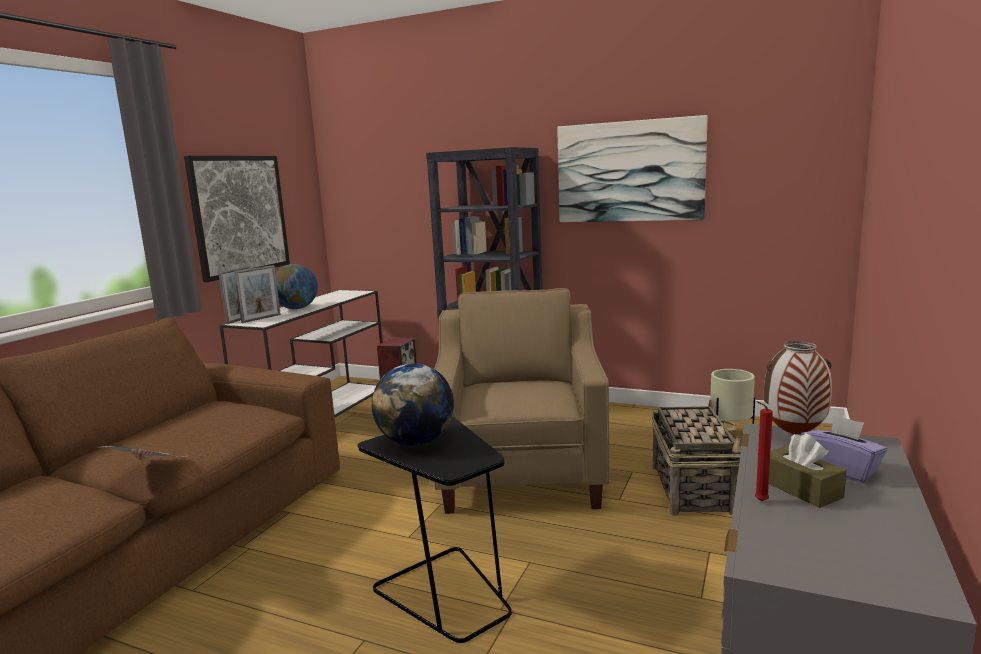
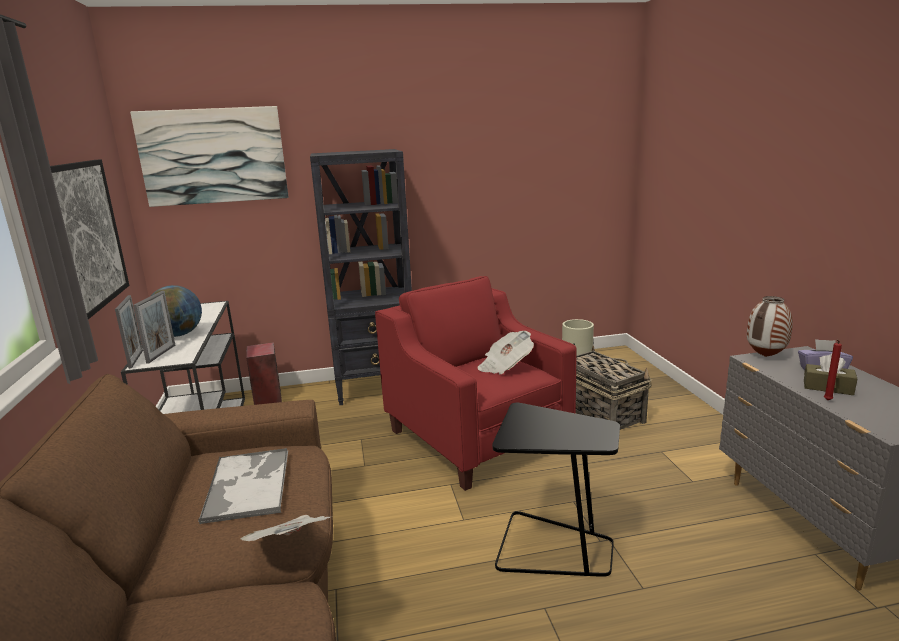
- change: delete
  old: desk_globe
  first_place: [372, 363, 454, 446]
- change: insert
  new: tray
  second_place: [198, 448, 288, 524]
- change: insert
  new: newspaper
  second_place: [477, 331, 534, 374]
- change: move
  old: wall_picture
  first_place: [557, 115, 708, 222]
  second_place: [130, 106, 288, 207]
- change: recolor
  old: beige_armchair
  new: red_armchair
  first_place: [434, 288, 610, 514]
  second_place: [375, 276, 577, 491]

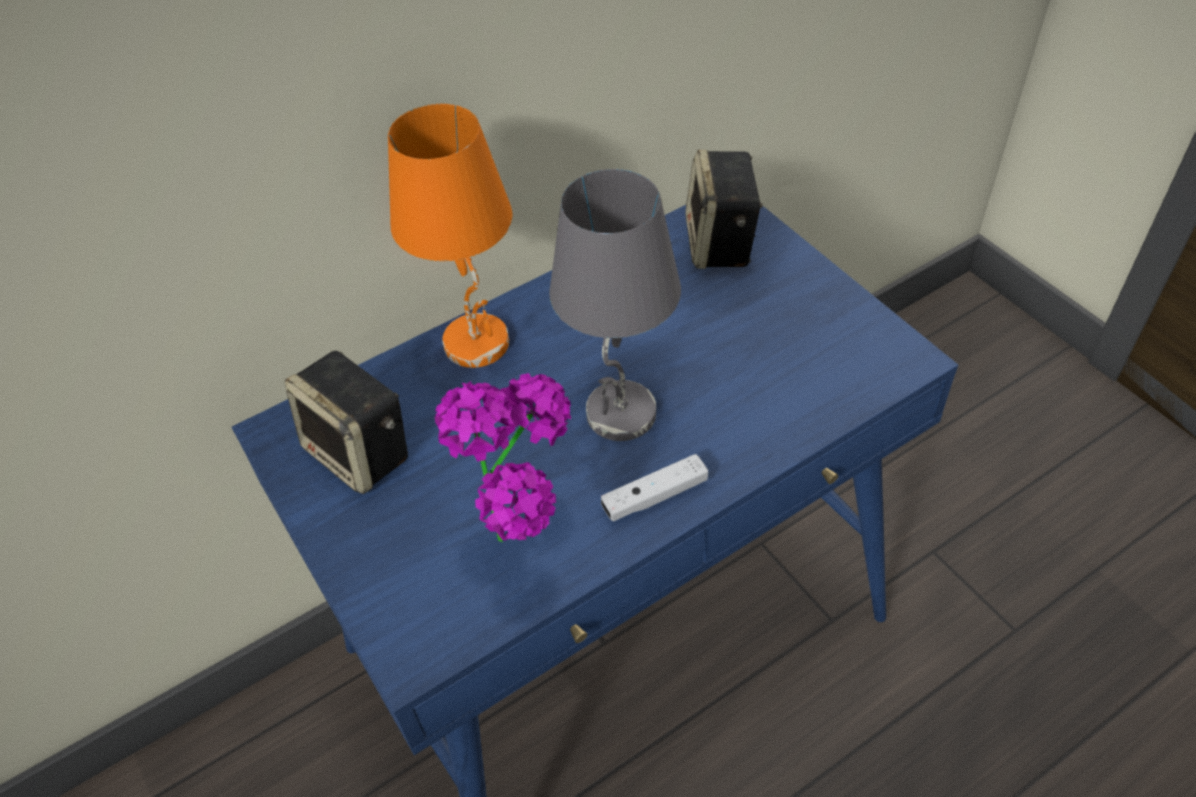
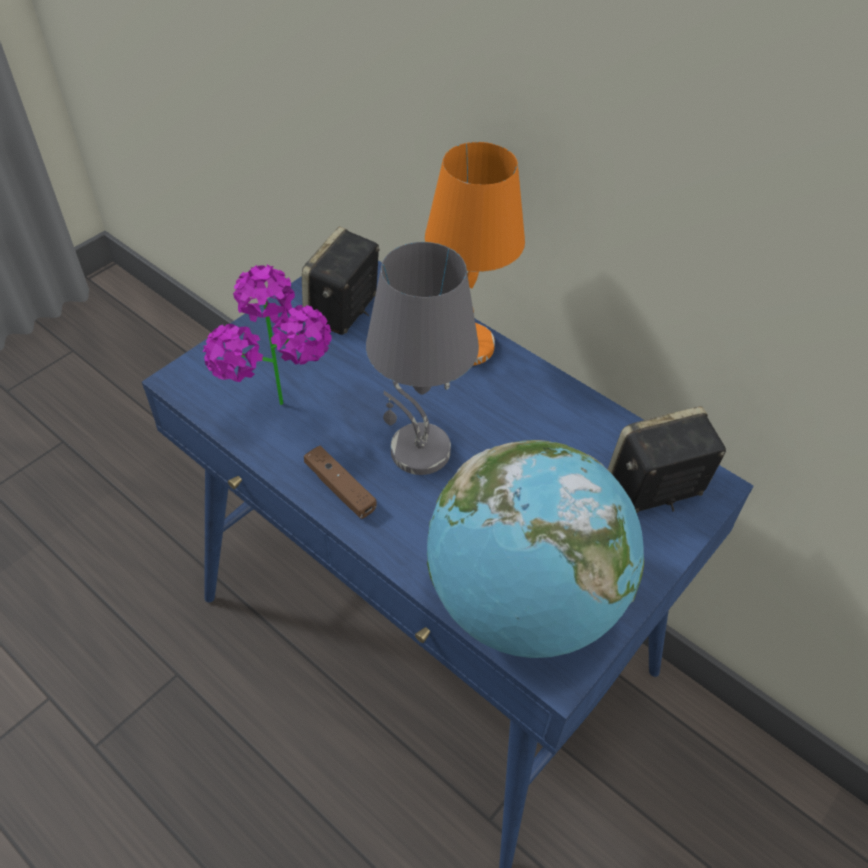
- change: insert
  new: desk_globe
  second_place: [427, 440, 644, 658]
- change: recolor
  old: whitish_joypad
  new: brown-coloured_joypad
  first_place: [601, 454, 708, 522]
  second_place: [304, 446, 376, 519]

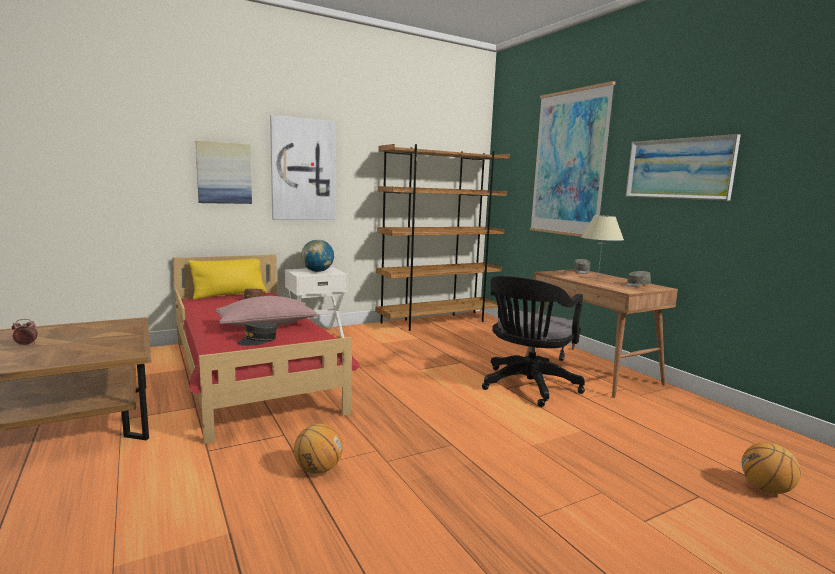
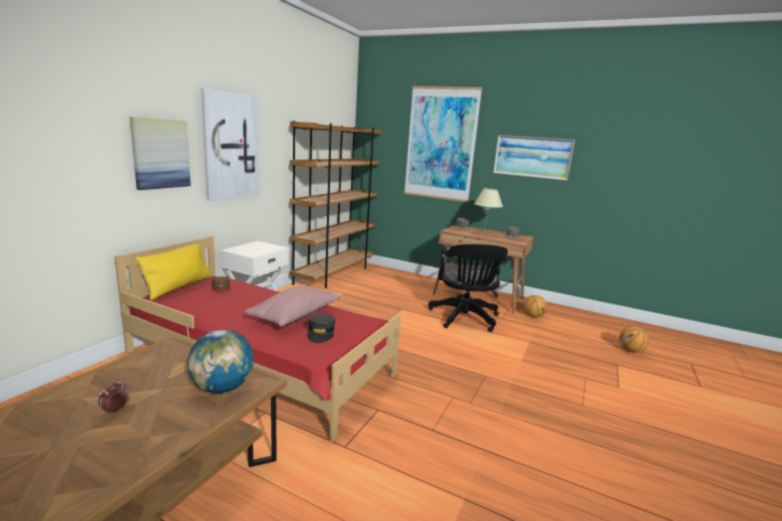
- change: move
  old: basketball_ball
  first_place: [294, 424, 343, 474]
  second_place: [523, 295, 547, 318]
- change: move
  old: desk_globe
  first_place: [301, 240, 334, 272]
  second_place: [187, 330, 254, 393]

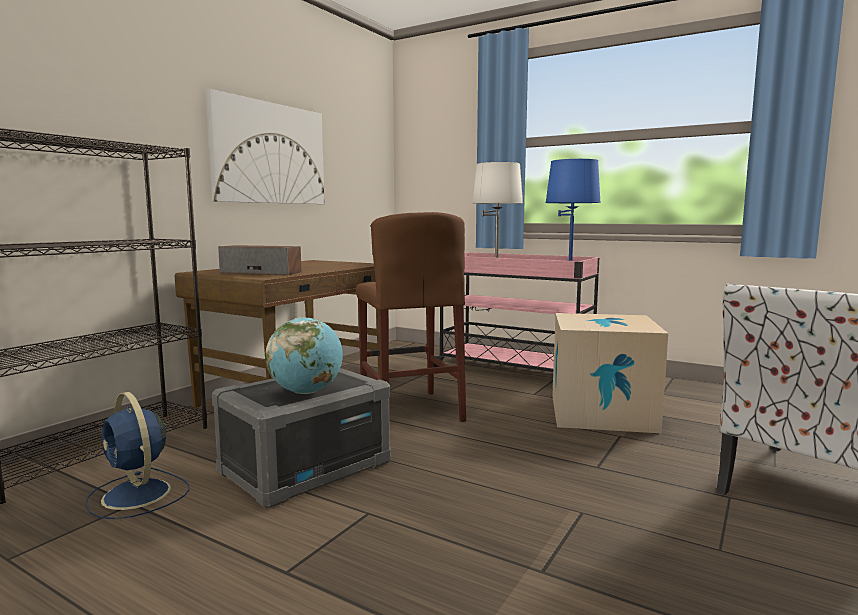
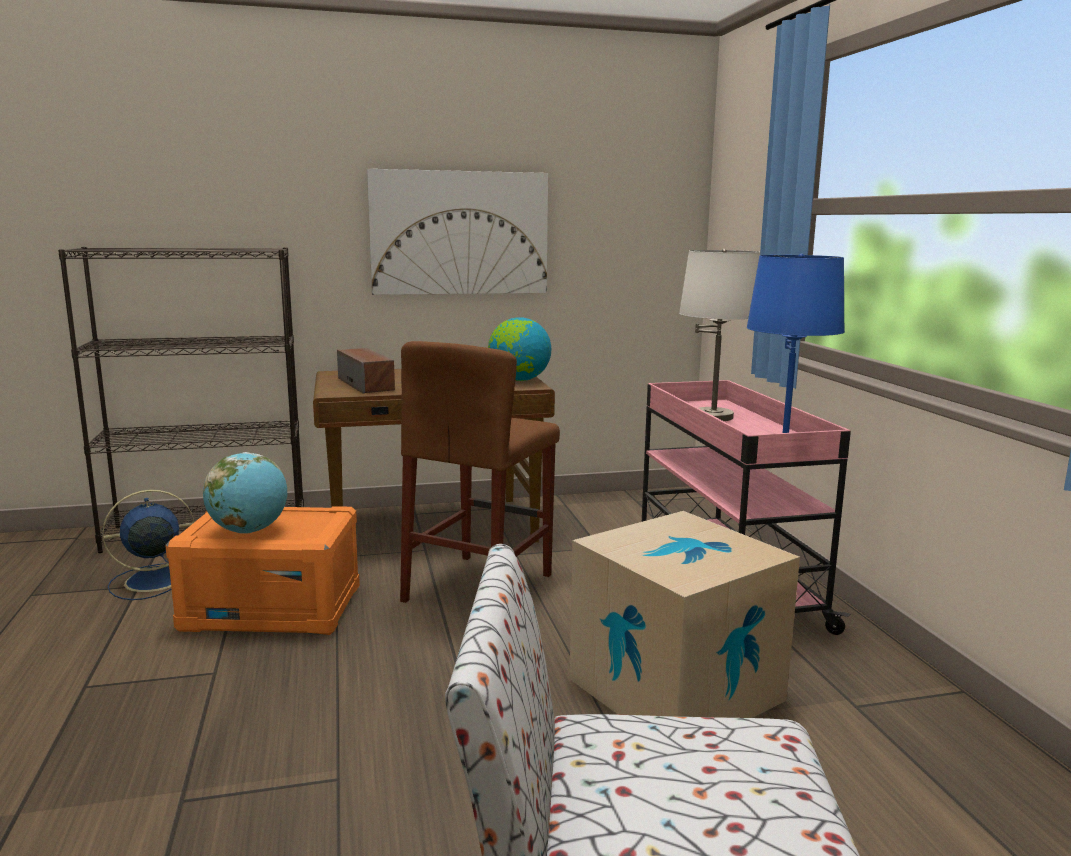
- change: insert
  new: desk_globe
  second_place: [488, 317, 552, 381]
- change: recolor
  old: greyish_storage_bin
  new: orange_storage_bin
  first_place: [212, 367, 391, 509]
  second_place: [165, 506, 360, 635]
- change: rotate
  old: bluish_electric_fan
  first_place: [85, 392, 190, 519]
  second_place: [102, 489, 195, 600]
  degrees: 60

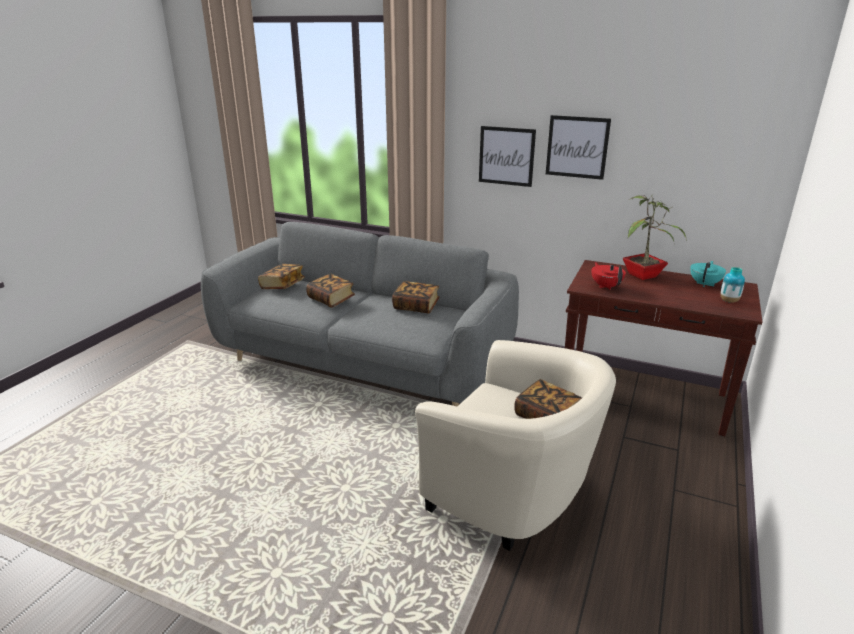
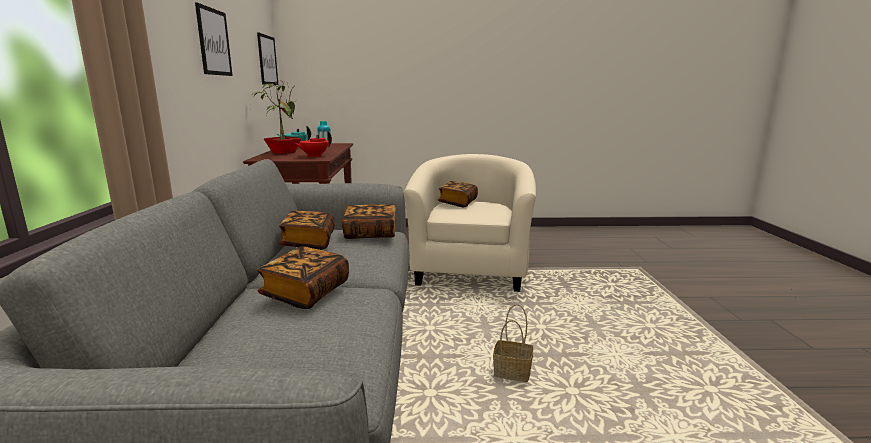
- change: insert
  new: basket
  second_place: [493, 304, 533, 382]
- change: move
  old: book
  first_place: [258, 264, 305, 289]
  second_place: [342, 204, 396, 239]
- change: move
  old: wall_picture
  first_place: [479, 126, 536, 187]
  second_place: [257, 33, 278, 85]

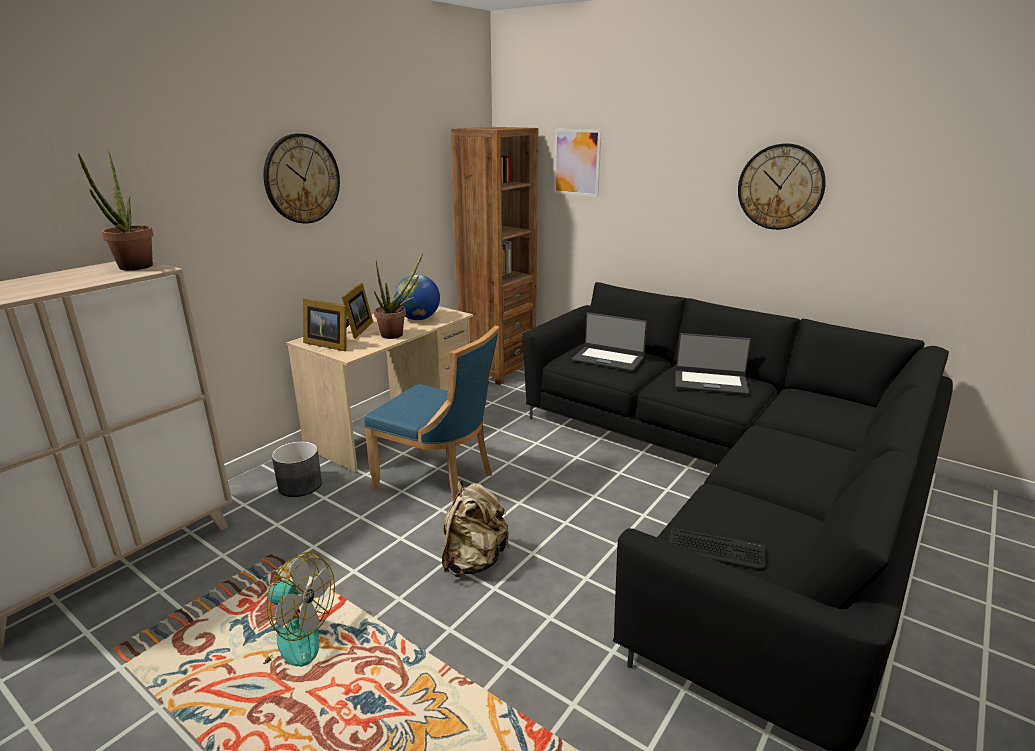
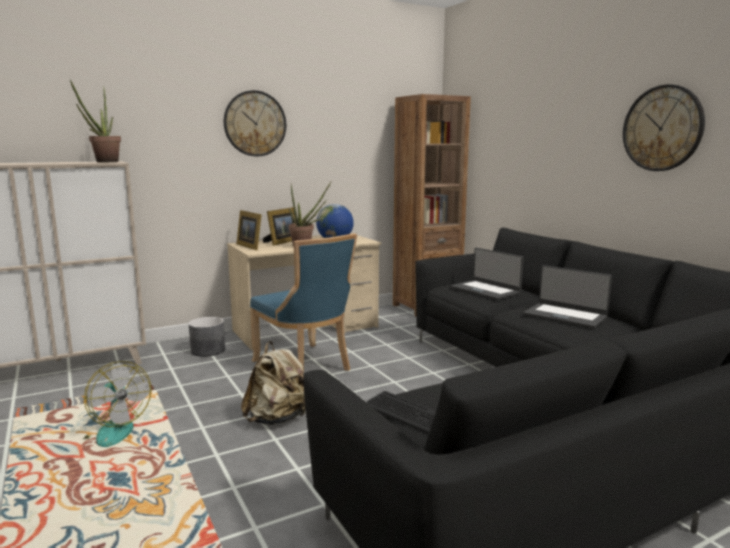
- change: delete
  old: wall_picture
  first_place: [553, 128, 602, 197]

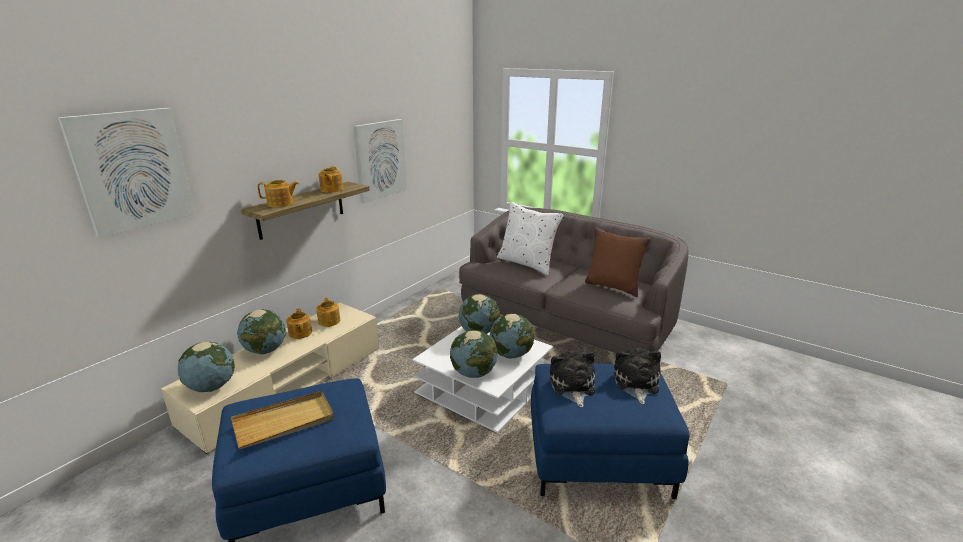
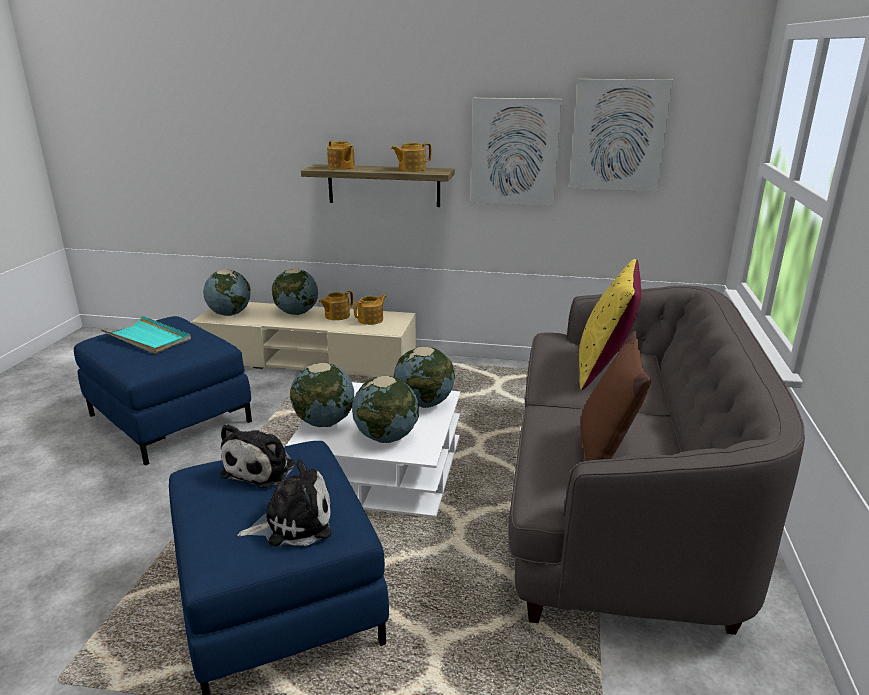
- change: move
  old: wall_picture
  first_place: [58, 108, 196, 237]
  second_place: [569, 79, 673, 191]
- change: recolor
  old: beige_tray
  new: blue-green_tray
  first_place: [231, 391, 334, 450]
  second_place: [101, 315, 191, 354]
- change: recolor
  old: whitish_throw_pillow
  new: yellowish_throw_pillow
  first_place: [497, 202, 564, 275]
  second_place: [579, 259, 641, 390]
- change: rotate
  old: cuddly_toy
  first_place: [550, 351, 595, 407]
  second_place: [220, 424, 295, 488]
  degrees: 135

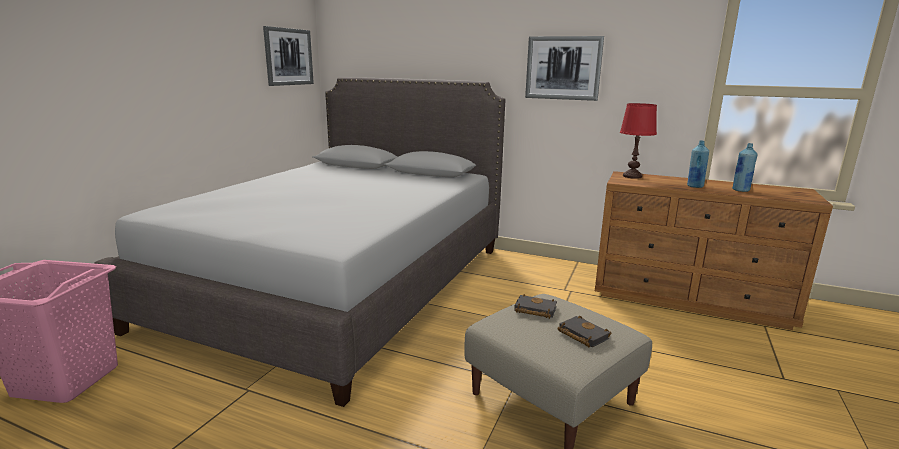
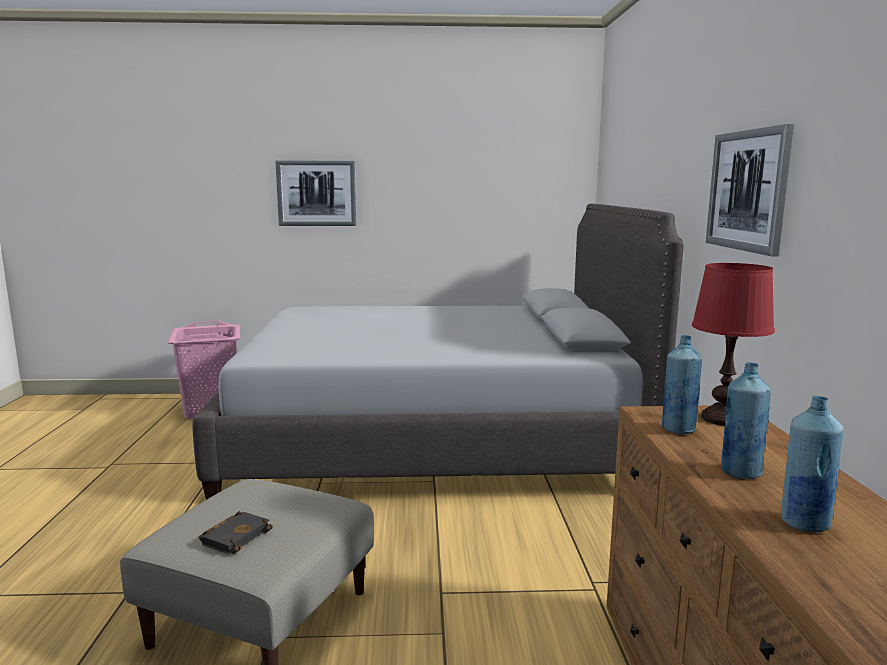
- change: delete
  old: blackish_book
  first_place: [514, 294, 557, 319]
- change: insert
  new: bluish_drink_bottle
  second_place: [662, 335, 702, 434]
- change: move
  old: wall_picture
  first_place: [263, 26, 314, 86]
  second_place: [275, 160, 356, 226]

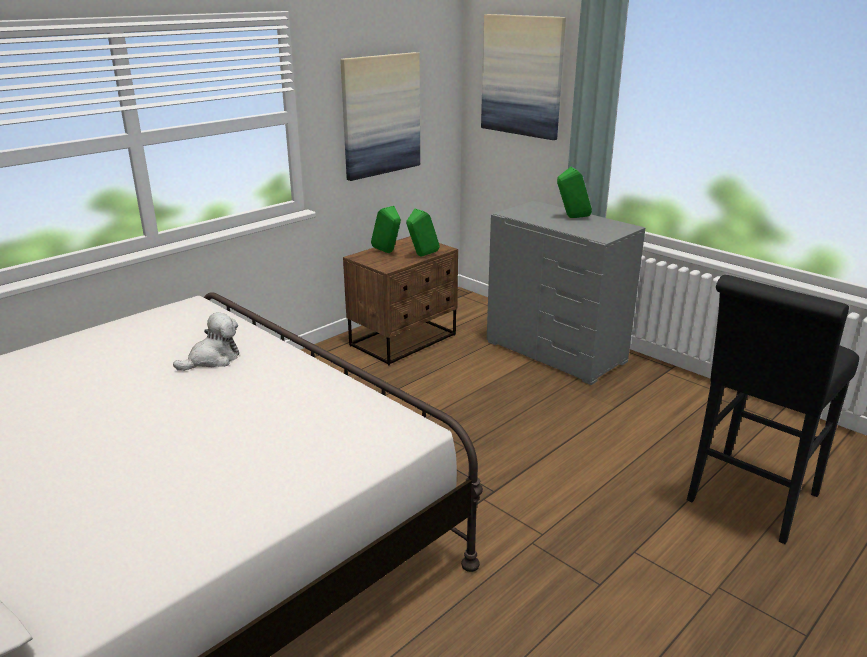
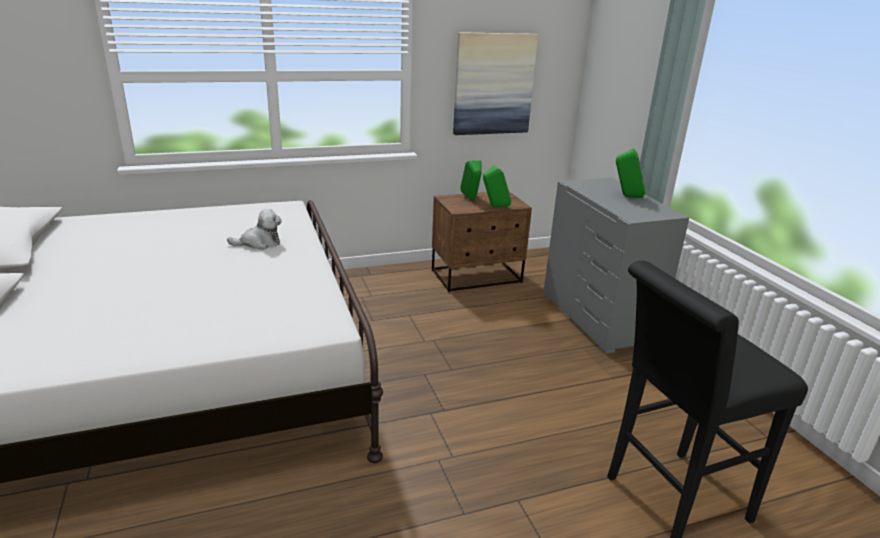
- change: delete
  old: wall_picture
  first_place: [481, 14, 566, 140]

